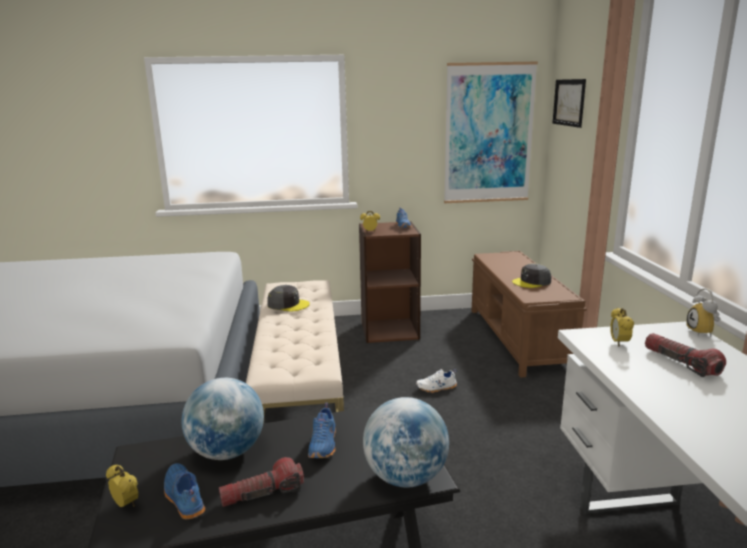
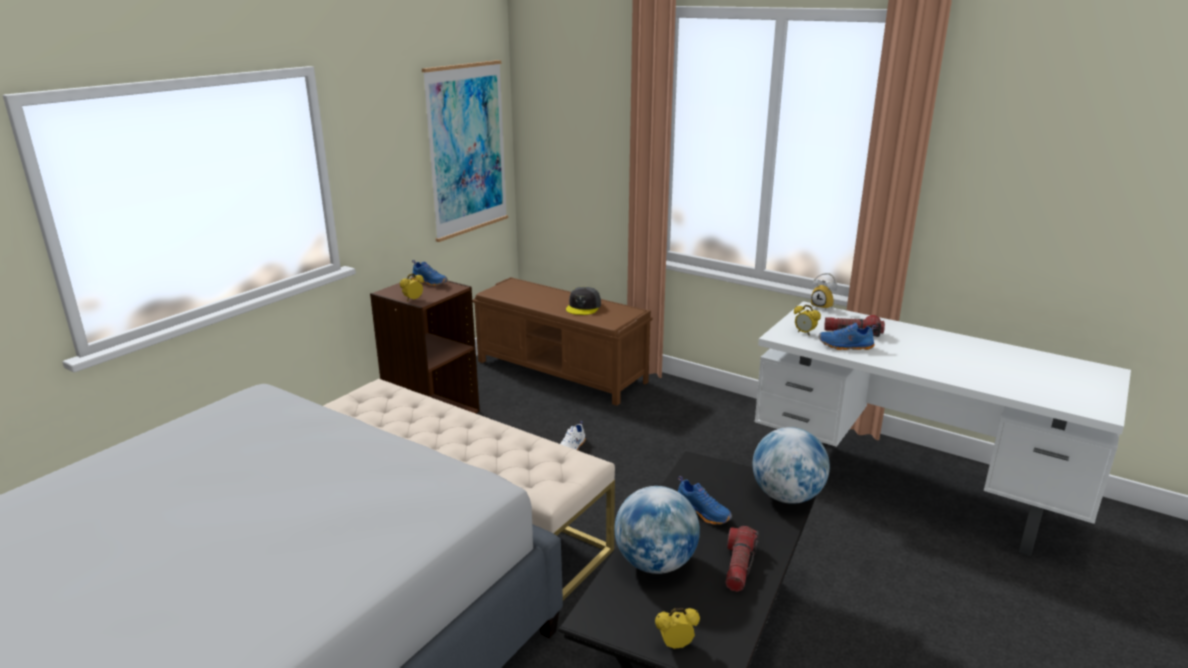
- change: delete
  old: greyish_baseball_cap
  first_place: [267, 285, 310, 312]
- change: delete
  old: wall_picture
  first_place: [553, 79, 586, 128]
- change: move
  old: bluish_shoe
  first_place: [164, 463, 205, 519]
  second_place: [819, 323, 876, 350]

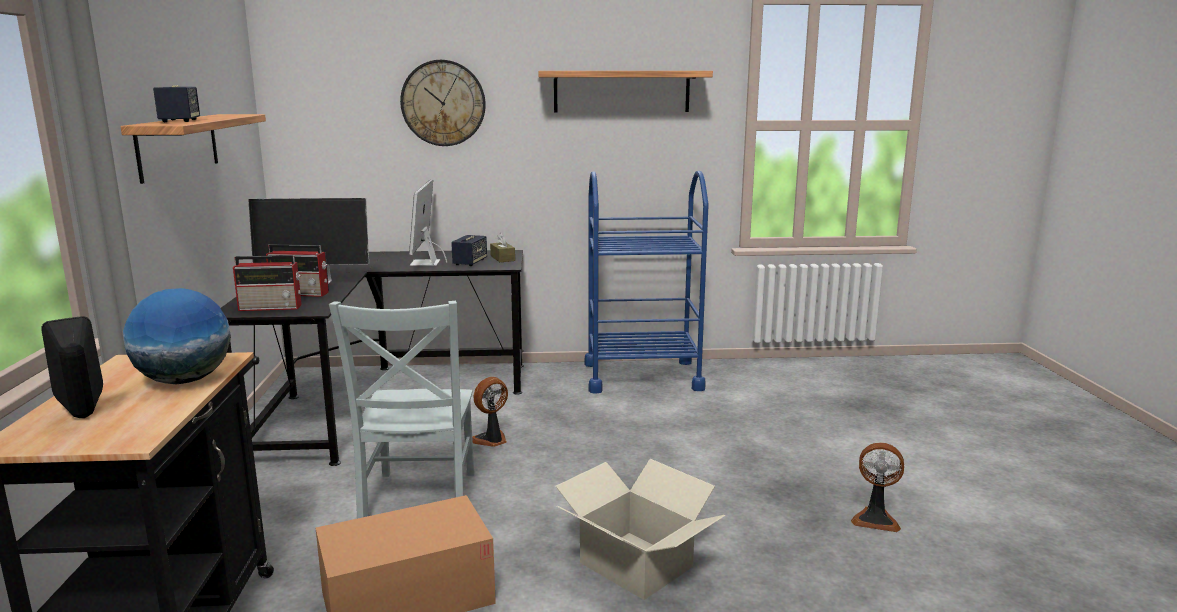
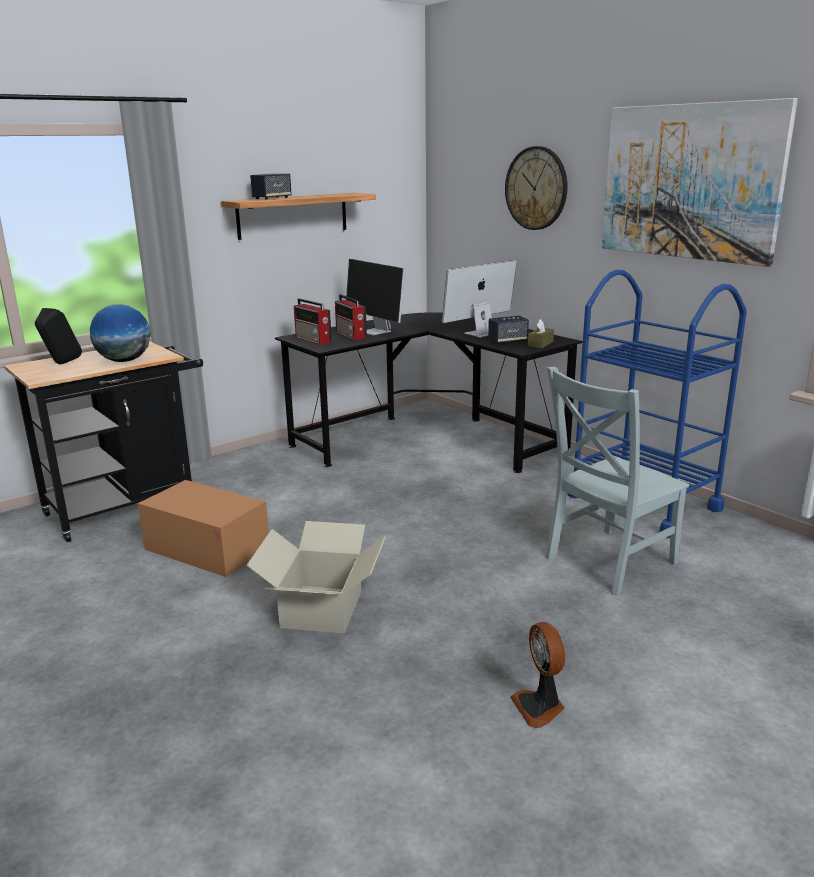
- change: delete
  old: electric_fan
  first_place: [472, 377, 508, 447]
- change: move
  old: greyish_upright_chair
  first_place: [329, 301, 475, 519]
  second_place: [546, 367, 689, 596]
- change: replace
  old: bracket_shelf
  new: wall_picture
  first_place: [538, 71, 713, 112]
  second_place: [602, 98, 798, 267]

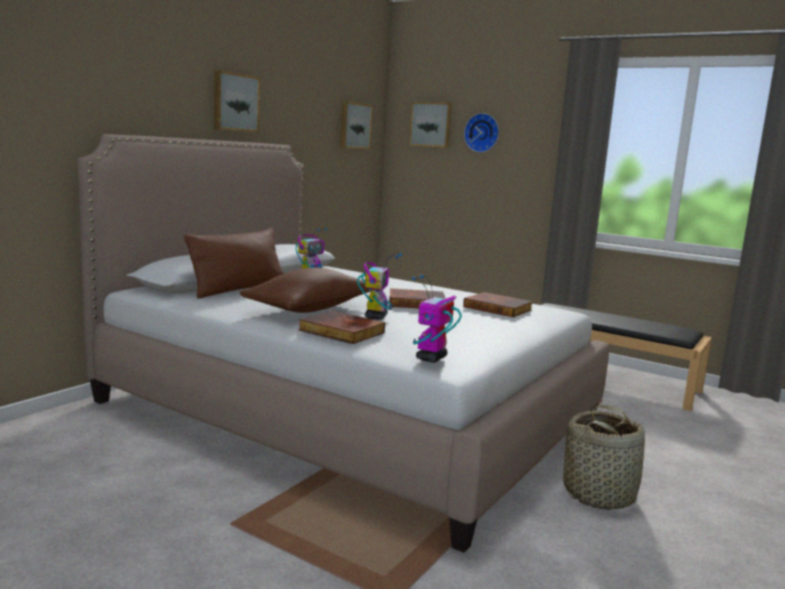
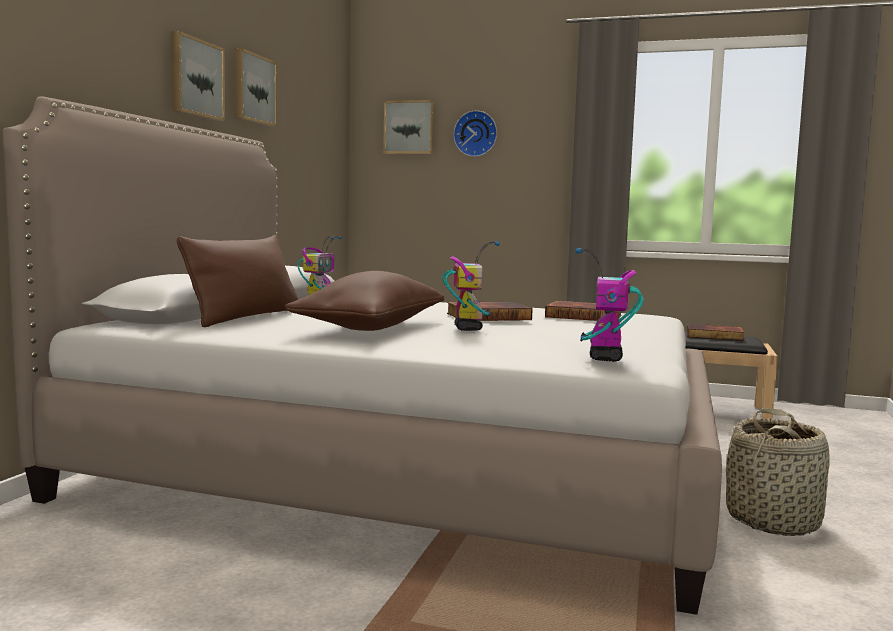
- change: move
  old: book
  first_place: [298, 310, 385, 344]
  second_place: [687, 324, 745, 341]
- change: move
  old: wall_picture
  first_place: [340, 101, 373, 149]
  second_place: [234, 48, 277, 127]

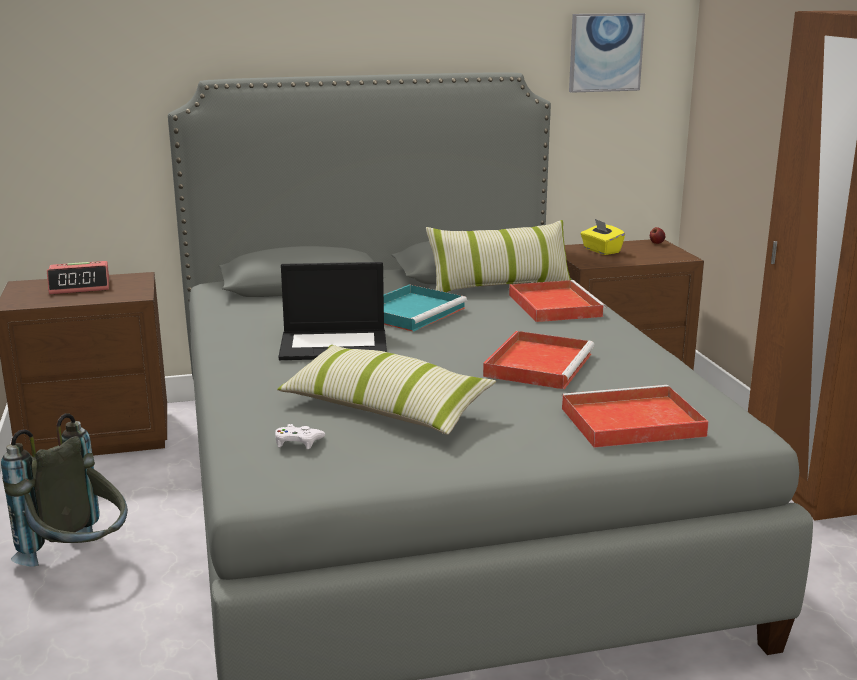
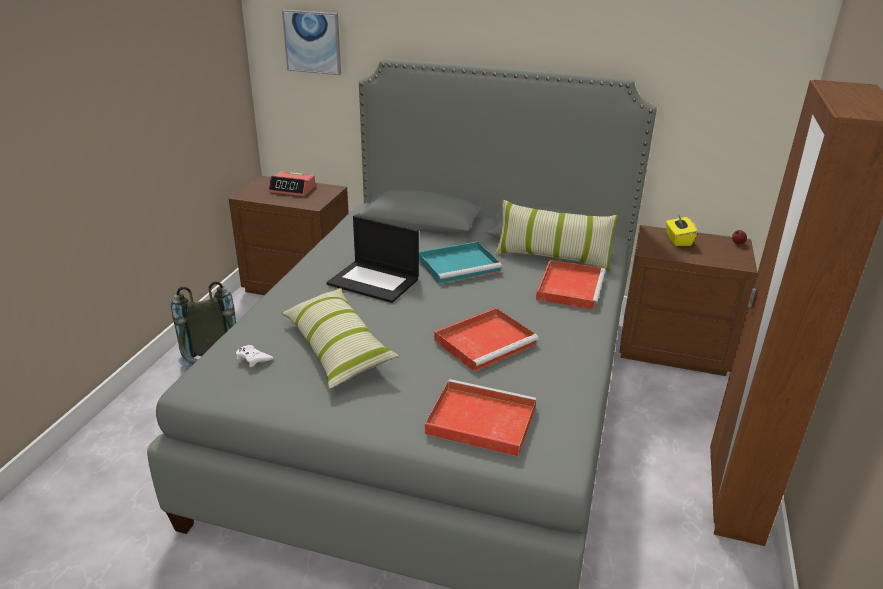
- change: move
  old: wall_picture
  first_place: [569, 13, 645, 93]
  second_place: [282, 10, 341, 75]

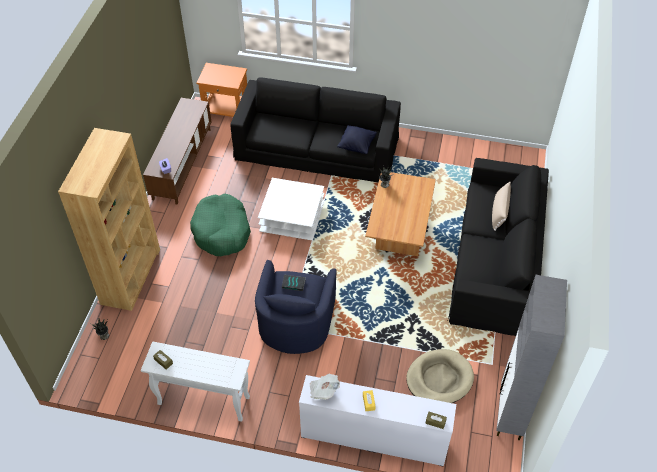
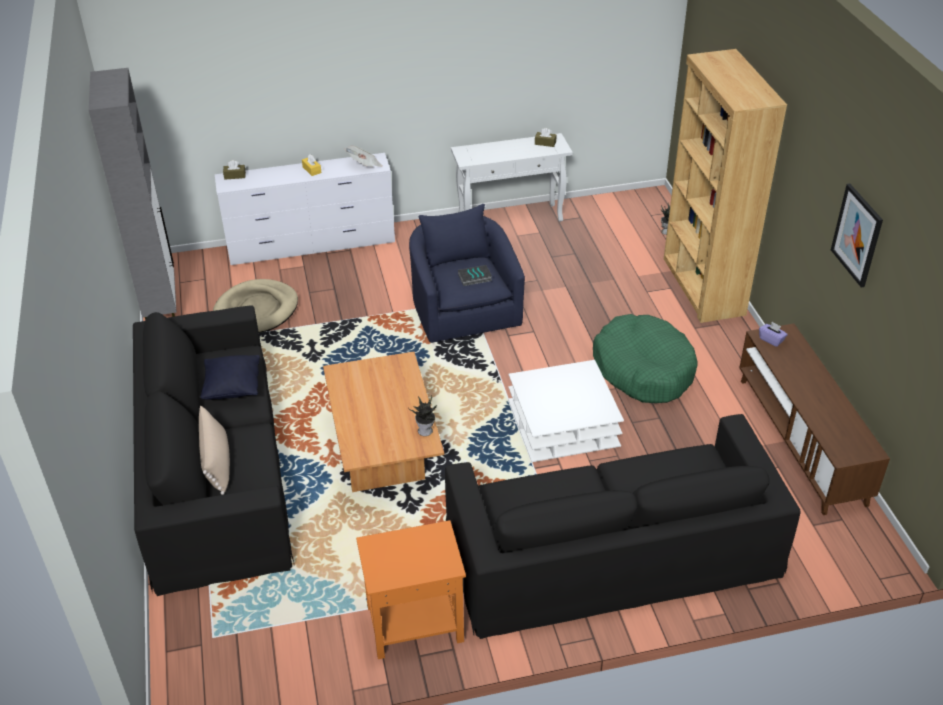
- change: insert
  new: wall_picture
  second_place: [831, 184, 883, 288]
- change: move
  old: orange_end_table
  first_place: [196, 63, 247, 117]
  second_place: [356, 520, 466, 659]
- change: move
  old: blackish_throw_pillow
  first_place: [337, 125, 377, 154]
  second_place: [200, 355, 260, 400]

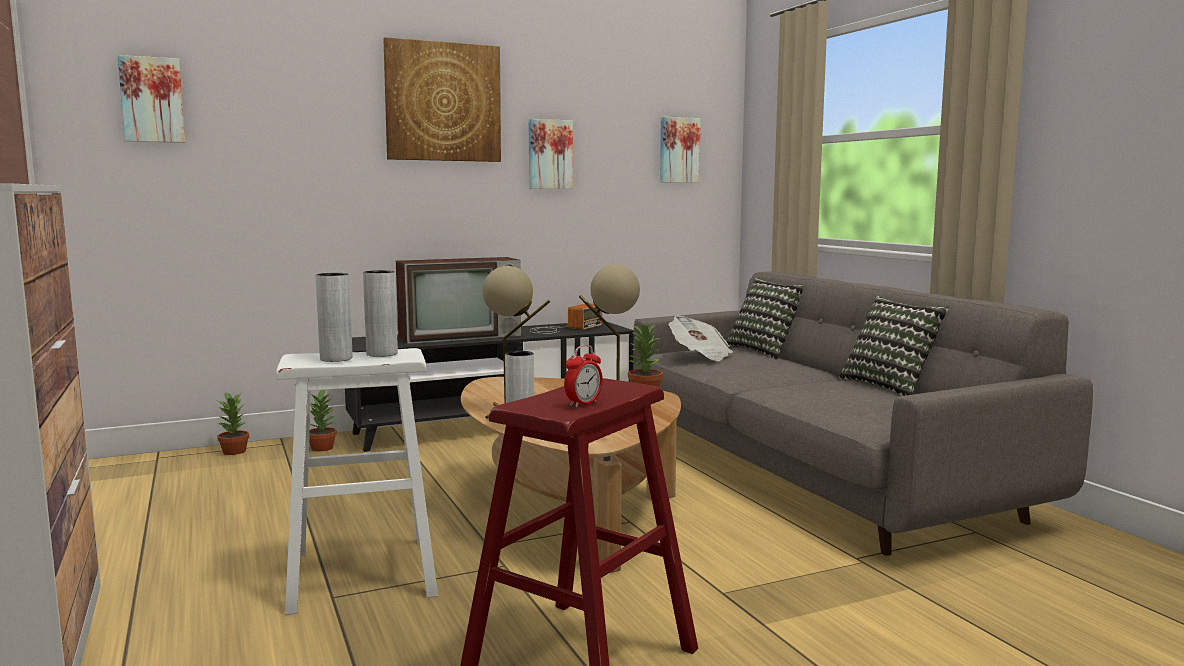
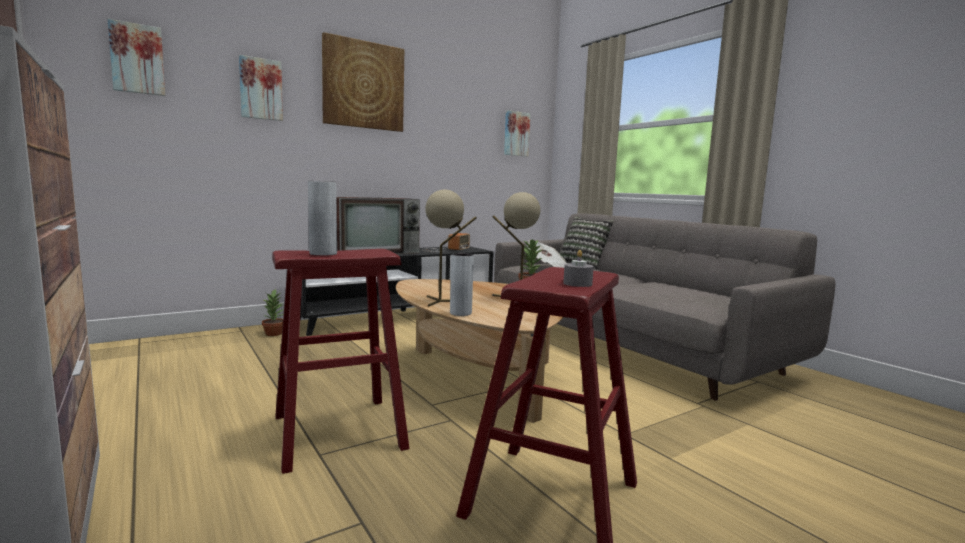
- change: delete
  old: plant_in_a_pot
  first_place: [217, 392, 249, 455]
- change: delete
  old: greyish_decorative_vase
  first_place: [363, 270, 398, 357]
- change: delete
  old: throw_pillow
  first_place: [839, 296, 949, 396]
- change: move
  old: wall_picture
  first_place: [528, 119, 573, 189]
  second_place: [239, 55, 283, 121]
- change: replace
  old: alarm_clock
  new: greyish_wax_candle
  first_place: [564, 345, 603, 407]
  second_place: [563, 250, 594, 287]
- change: recolor
  old: whitish_stool_seat
  new: red_stool_seat
  first_place: [276, 348, 438, 615]
  second_place: [272, 249, 409, 474]

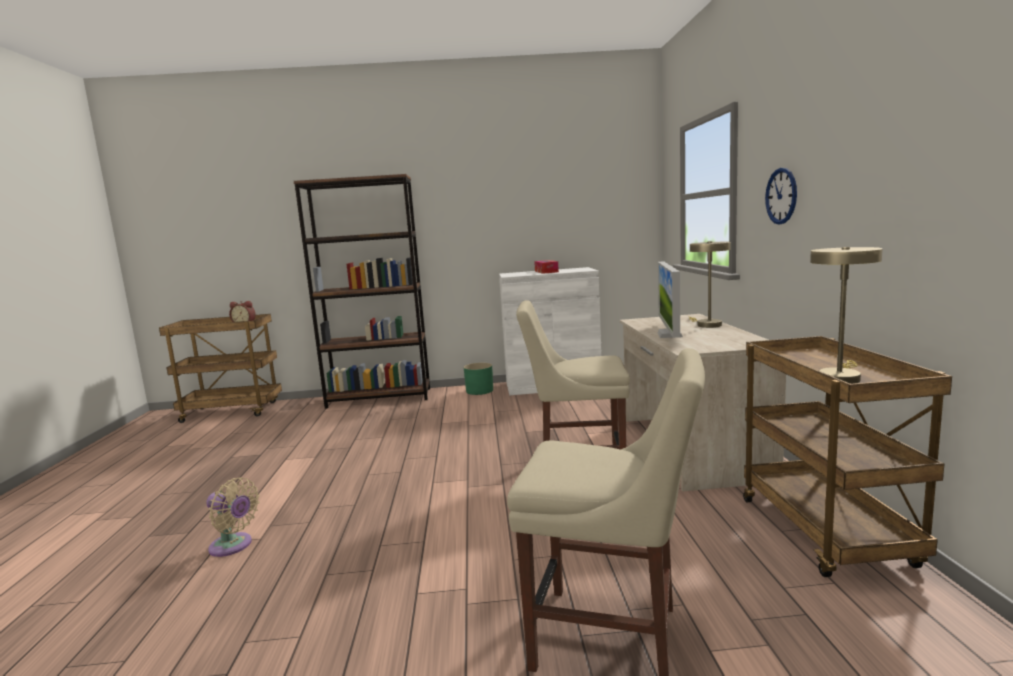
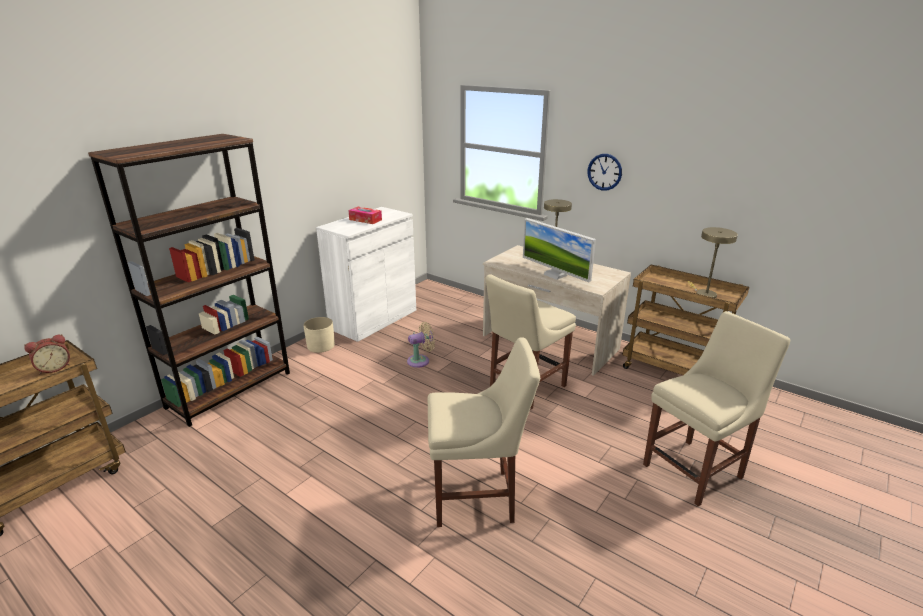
- change: insert
  new: beige_upright_chair
  second_place: [427, 337, 540, 527]
- change: move
  old: beige_electric_fan
  first_place: [206, 478, 260, 557]
  second_place: [407, 322, 435, 368]
- change: recolor
  old: greenish_flower_pot
  new: beige_flower_pot
  first_place: [464, 363, 493, 395]
  second_place: [303, 317, 335, 353]

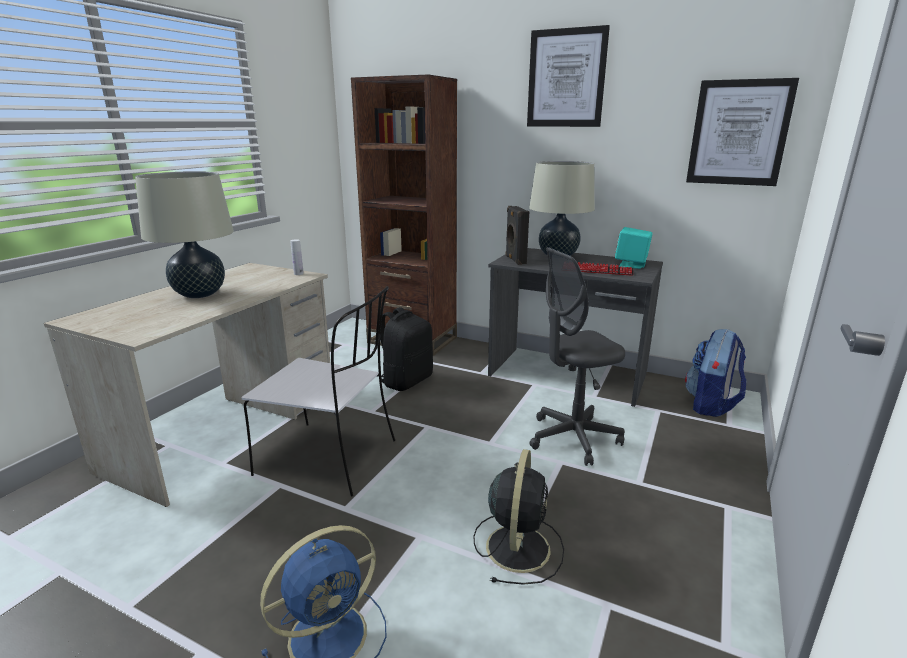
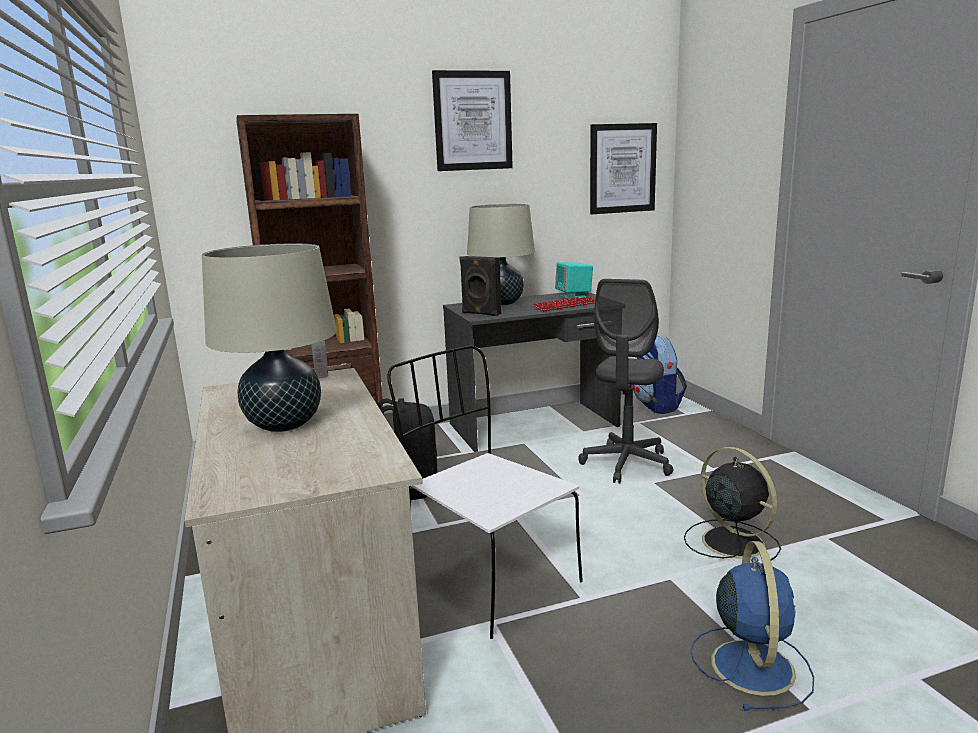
- change: rotate
  old: whitish_upright_chair
  first_place: [241, 286, 395, 496]
  second_place: [387, 346, 583, 639]
  degrees: -105

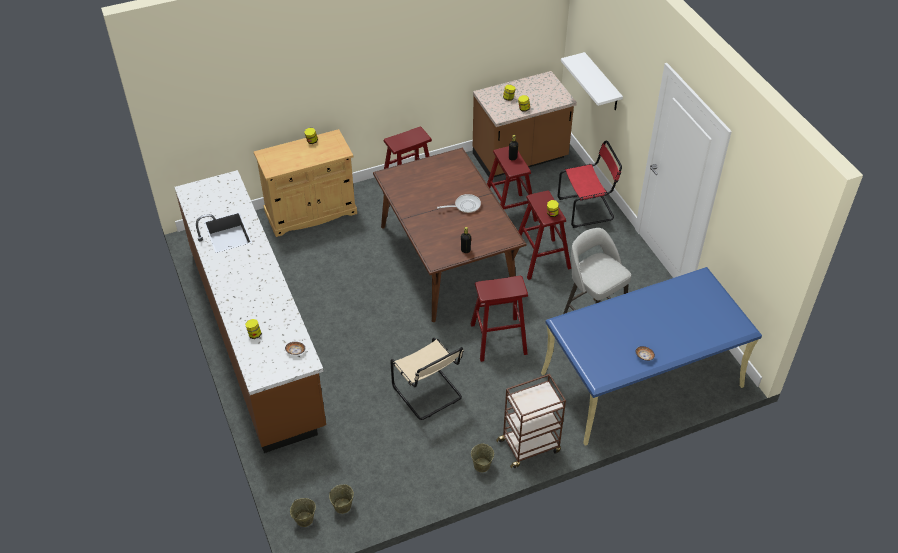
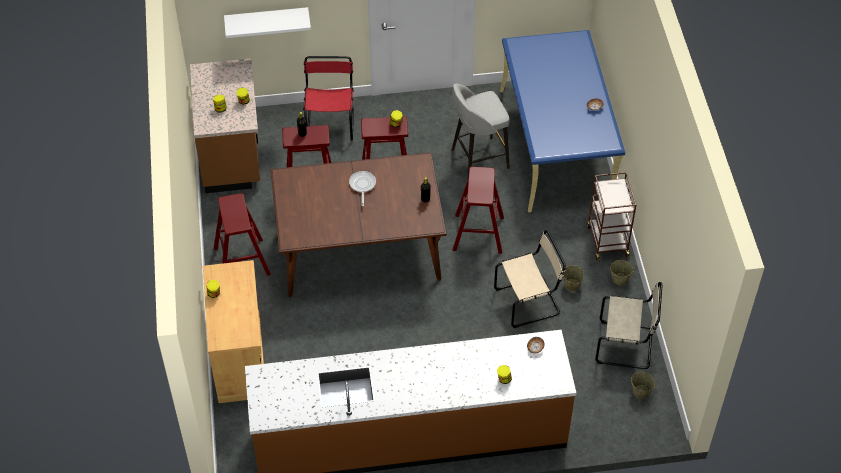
- change: insert
  new: beige_upright_chair
  second_place: [595, 282, 663, 369]
- change: move
  old: beige_bucket
  first_place: [290, 498, 316, 527]
  second_place: [564, 265, 584, 291]

